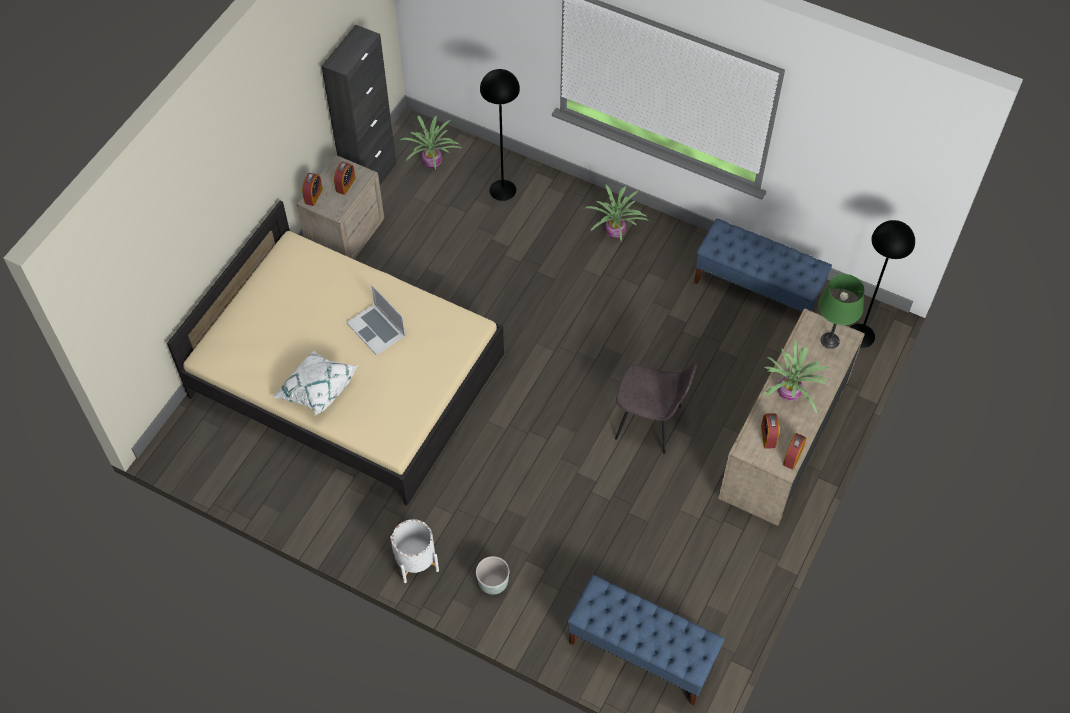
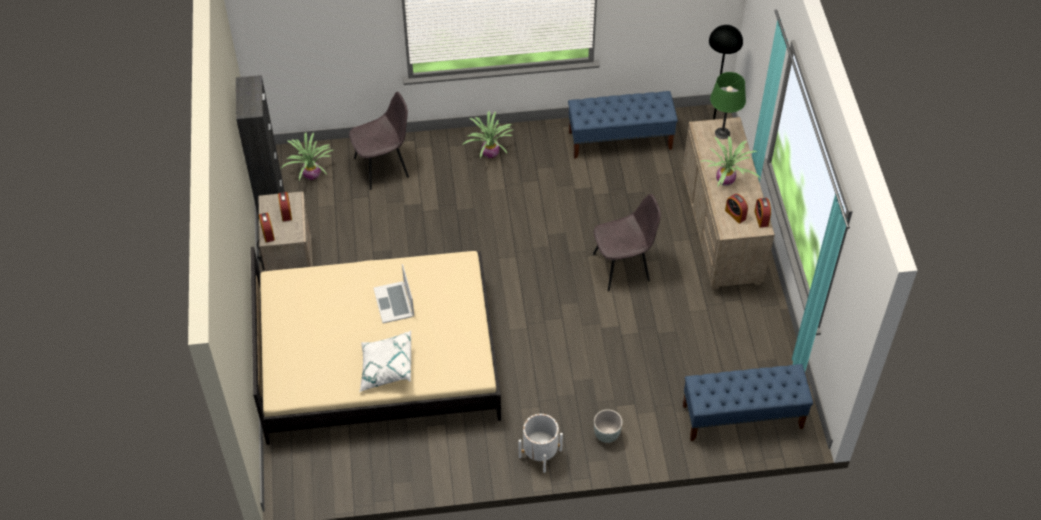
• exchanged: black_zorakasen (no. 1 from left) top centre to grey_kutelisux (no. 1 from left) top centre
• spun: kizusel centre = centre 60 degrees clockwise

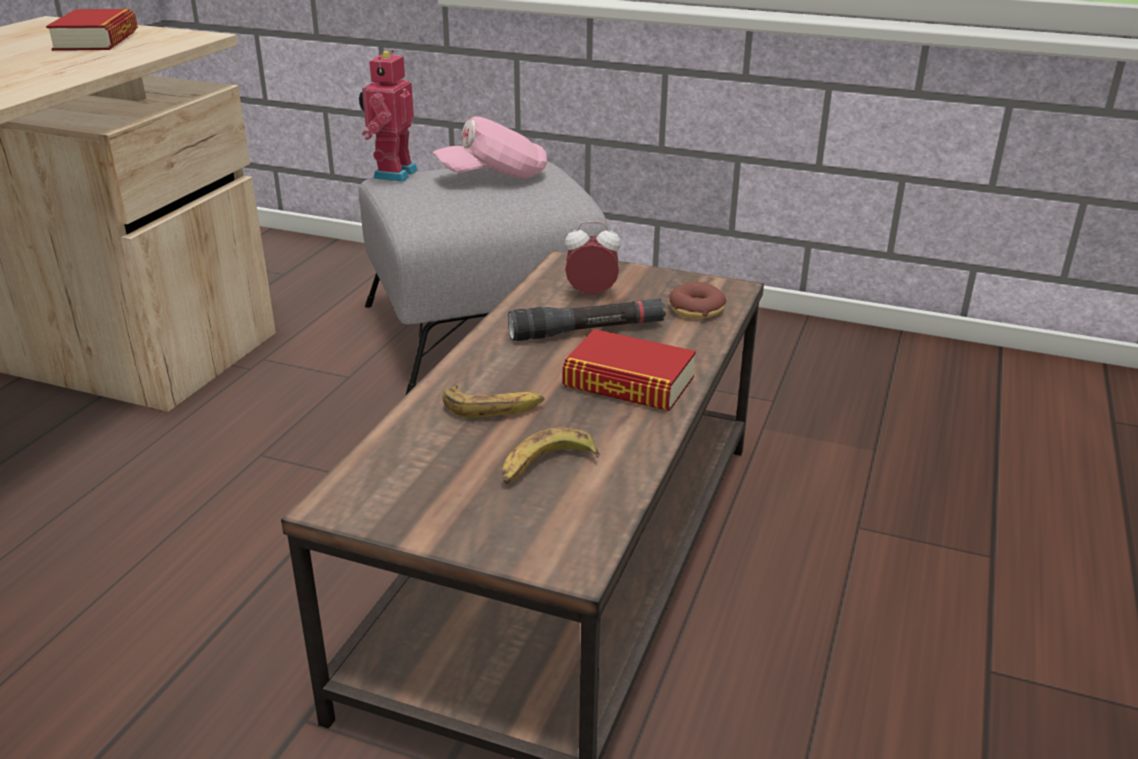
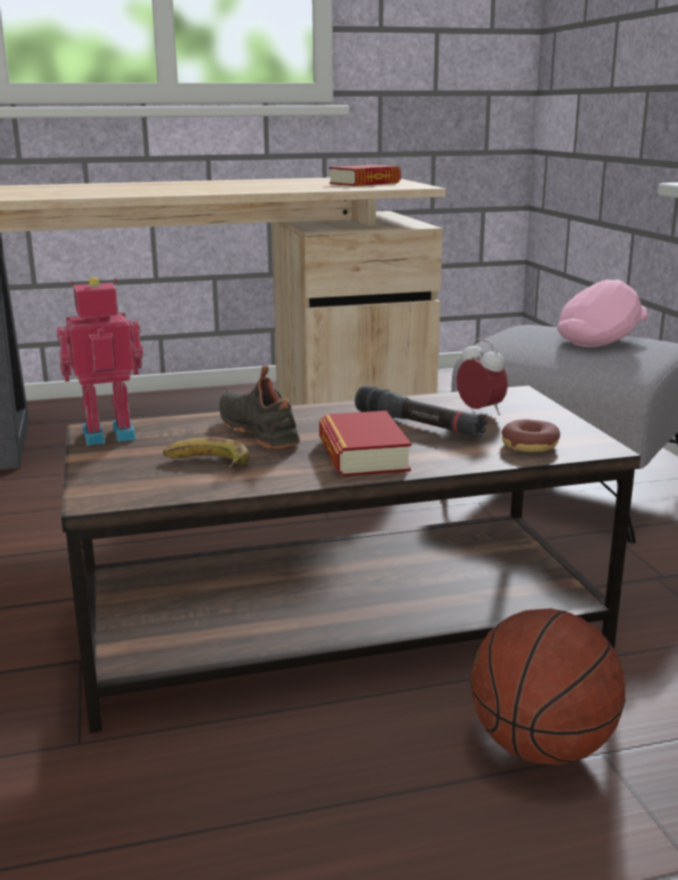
• relocated: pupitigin top centre to middle left
• exchanged: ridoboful (no. 1 from left) centre to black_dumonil centre
• appeared: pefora bottom right
• spun: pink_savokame top centre = middle right 105 degrees clockwise

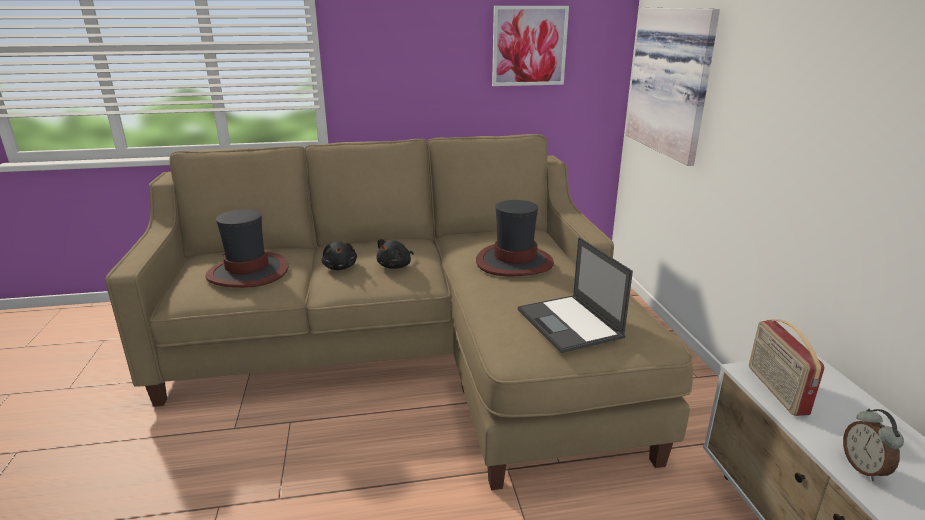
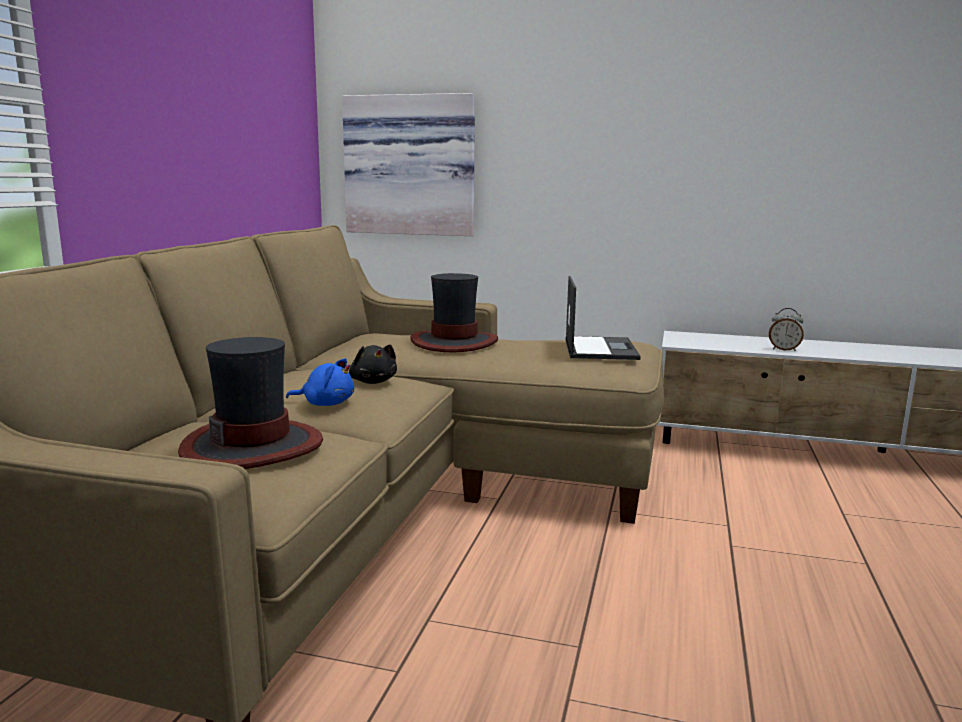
• colour: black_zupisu (no. 1 from left) centre to blue_zupisu middle left
• spun: kizusel centre = centre 90 degrees counterclockwise
• missing: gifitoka (no. 1 from left) top centre
• missing: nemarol bottom right

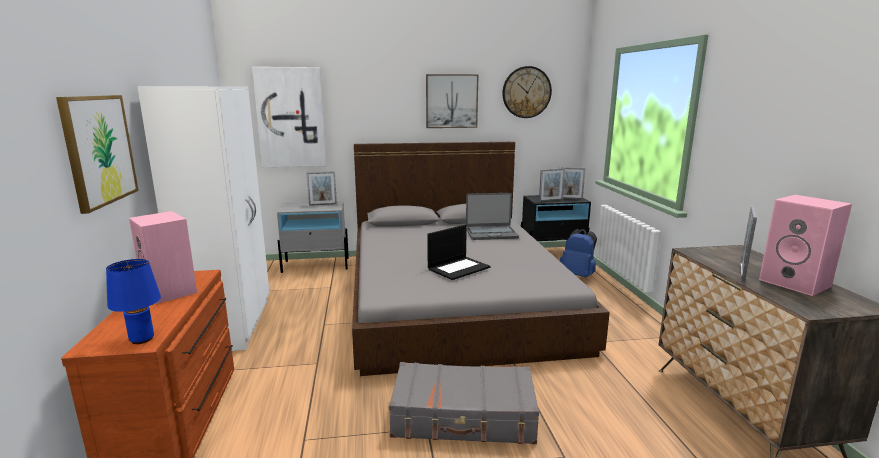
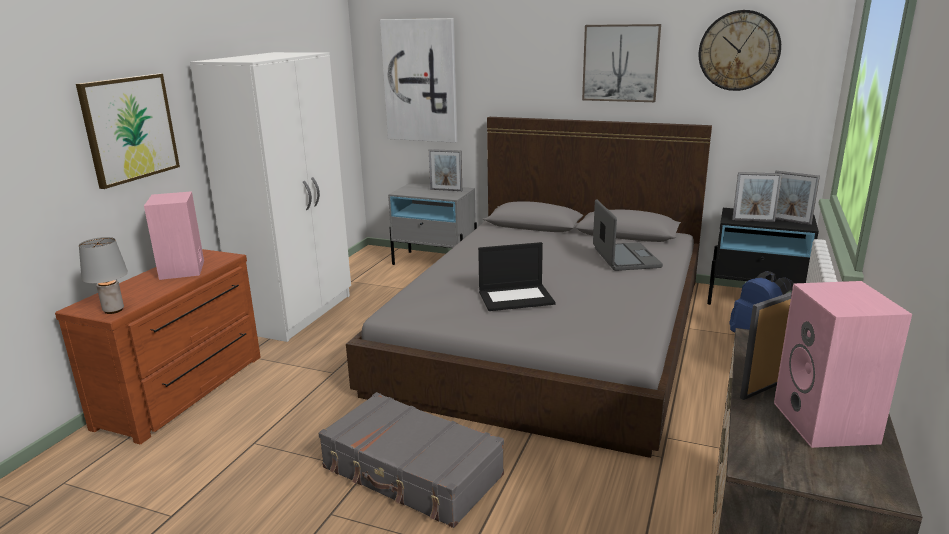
• colour: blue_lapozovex middle left to grey_lapozovex middle left
• spun: kizusel (no. 2 from left) centre = centre 120 degrees counterclockwise

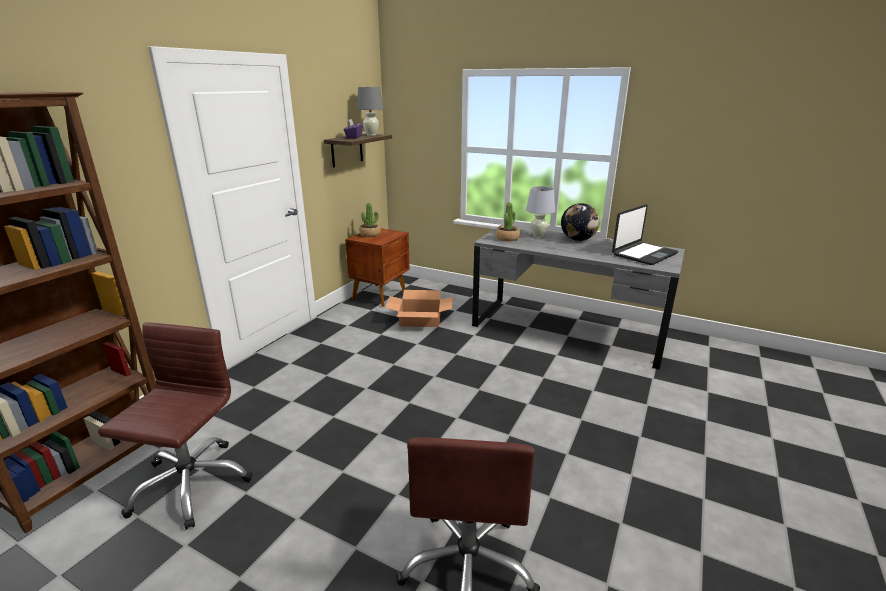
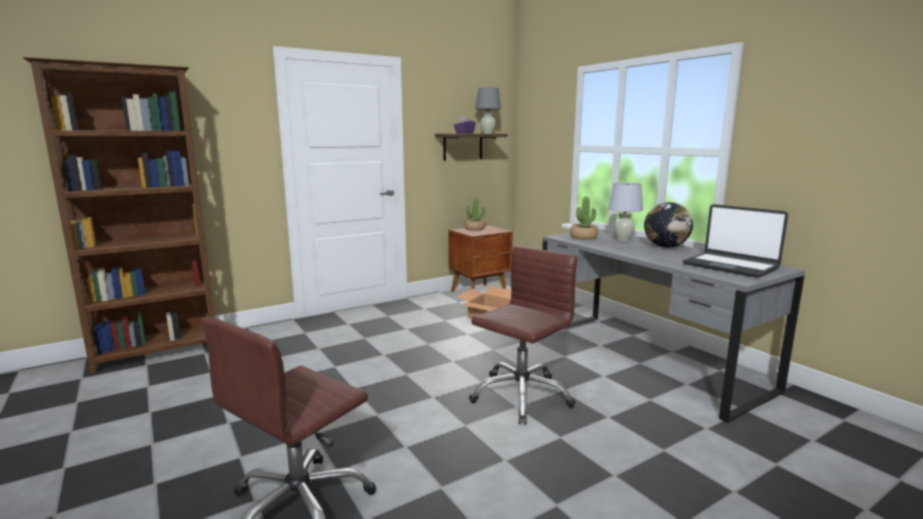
• relocated: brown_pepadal (no. 1 from left in the first image) bottom left to brown_pepadal (no. 2 from left) centre
• spun: kizusel middle right = middle right 60 degrees clockwise

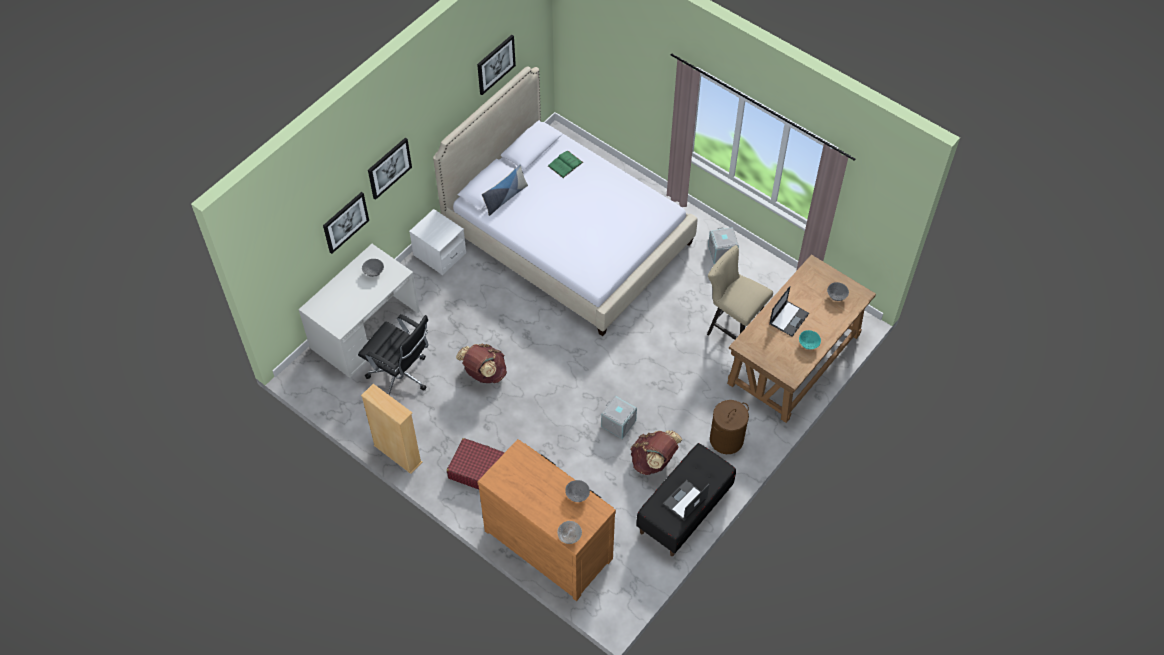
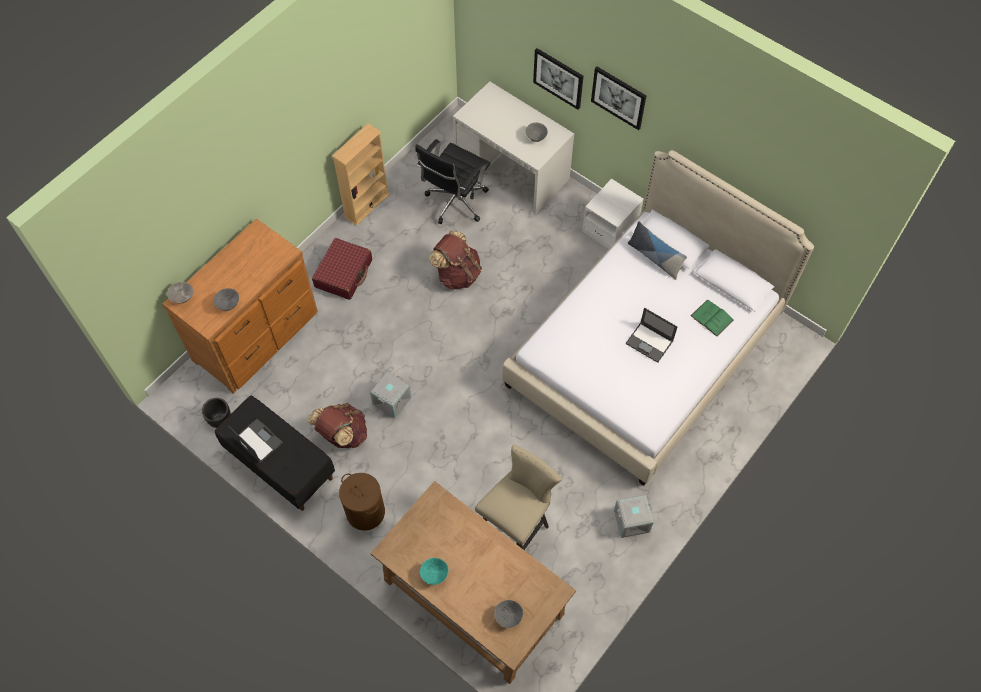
• appeared: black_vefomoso middle left
• relocated: kizusel (no. 2 from left) middle right to centre
• missing: gifitoka (no. 3 from left) top centre

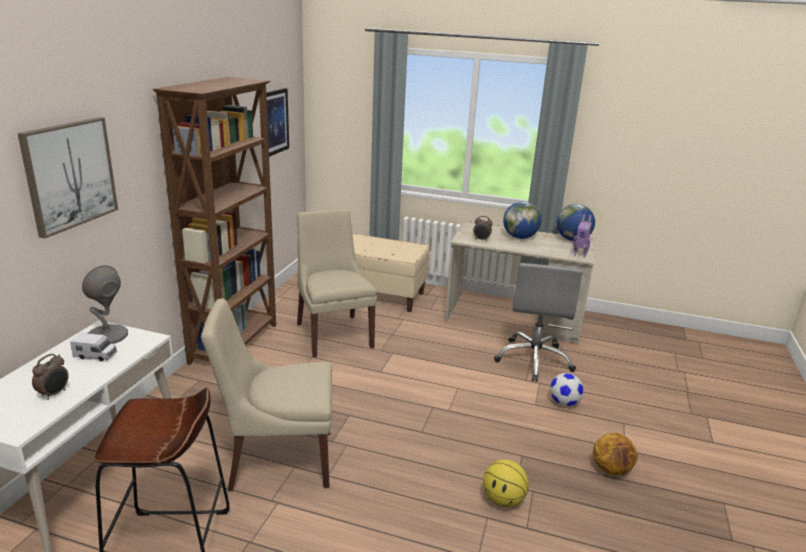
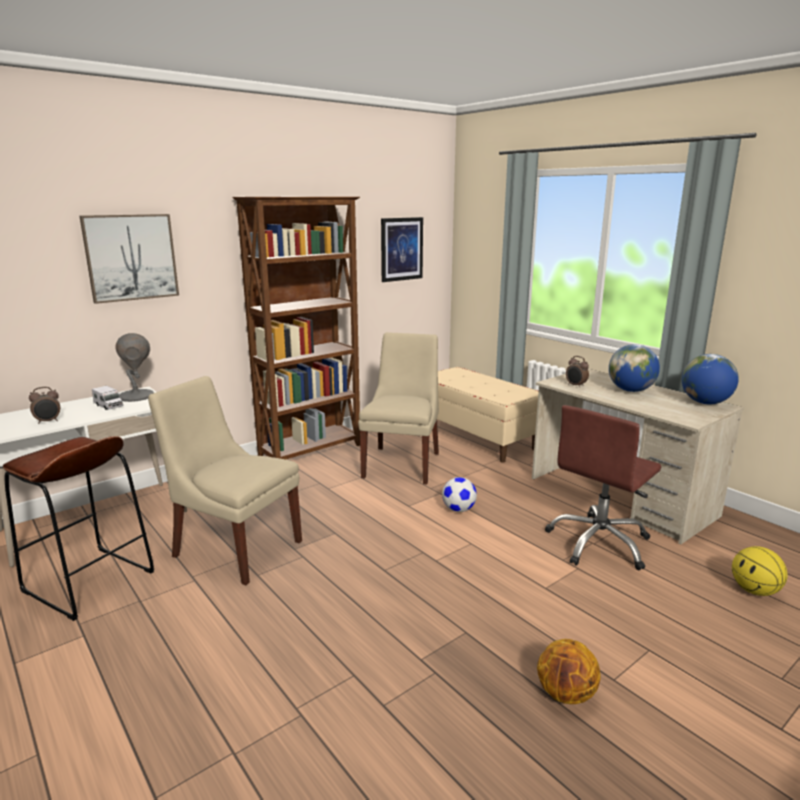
• relocated: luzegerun bottom right to centre
• colour: grey_pepadal middle right to brown_pepadal middle right
• relocated: pefora (no. 1 from left in the first image) bottom centre to pefora (no. 2 from left) bottom right
• missing: pupitigin middle right

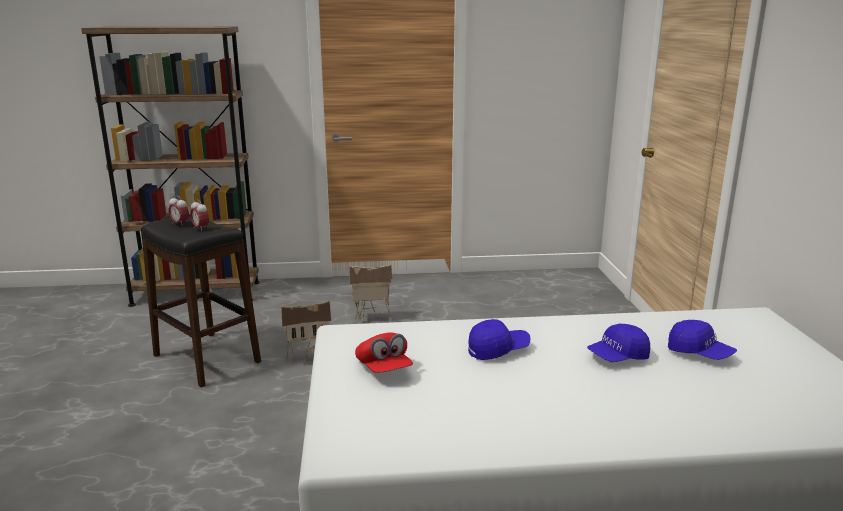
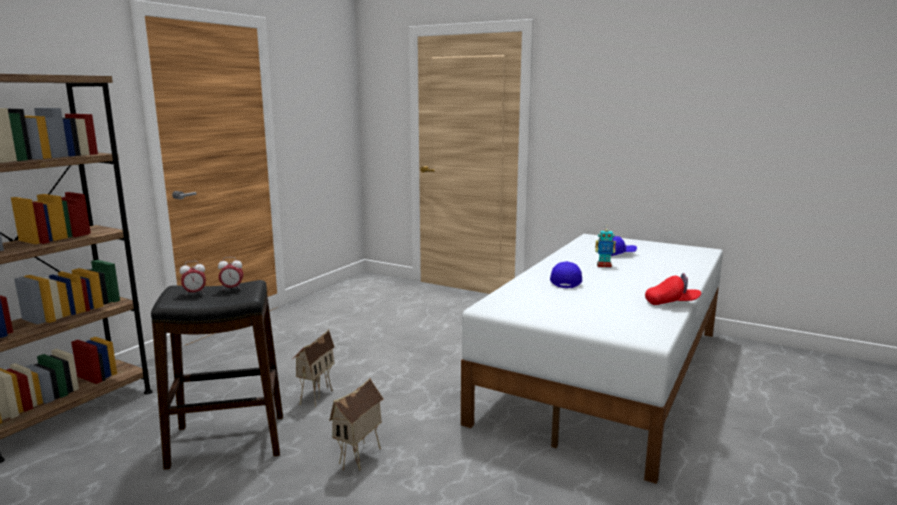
• relocated: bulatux (no. 2 from left) centre to bottom centre
• exchanged: blue_savokame (no. 2 from left) bottom right to pupitigin middle right
• relocated: red_savokame bottom centre to middle right

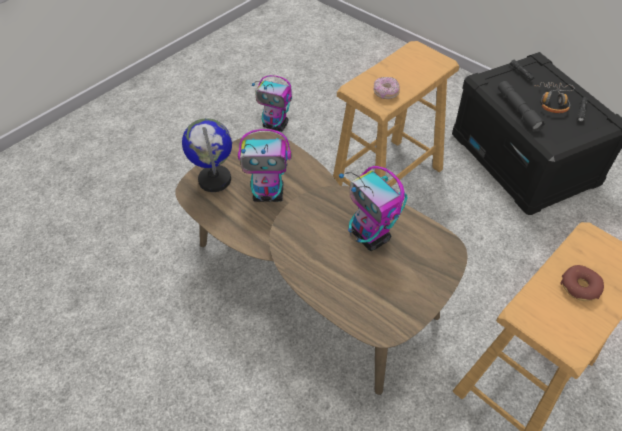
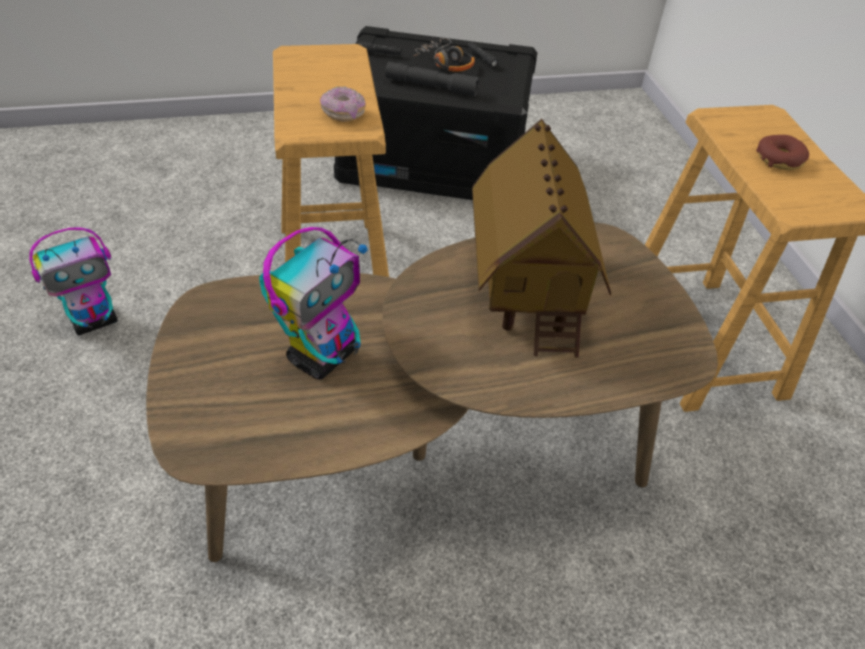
• exchanged: pupitigin (no. 3 from left) centre to bulatux centre
• missing: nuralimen middle left

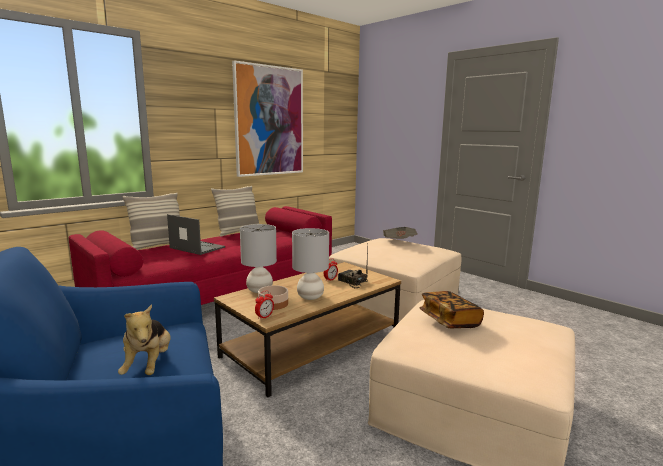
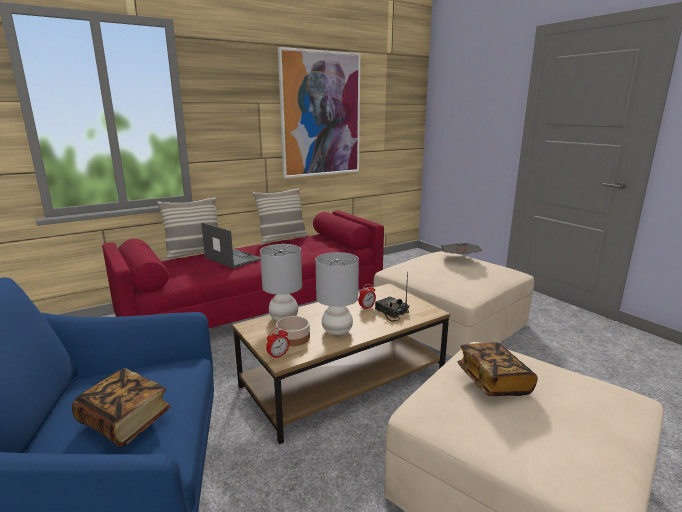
• exchanged: zupisu bottom left to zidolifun (no. 1 from left) bottom left

